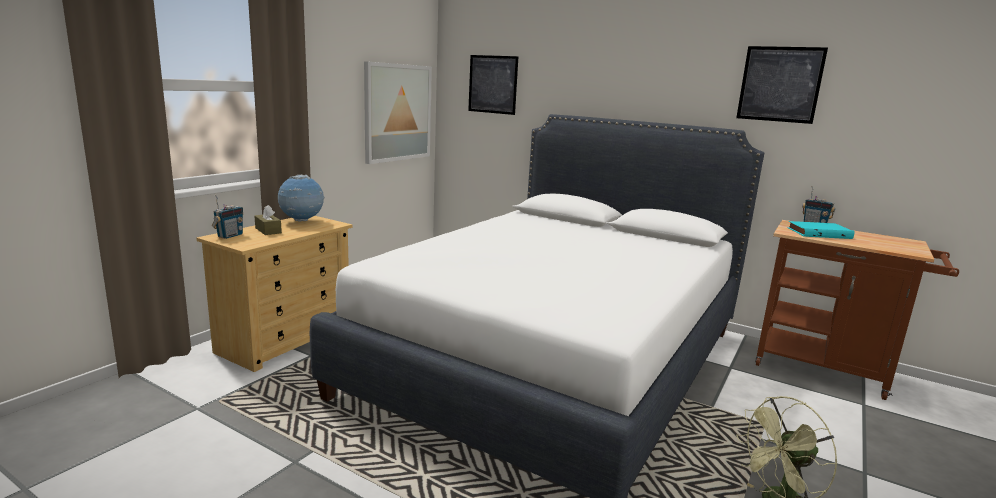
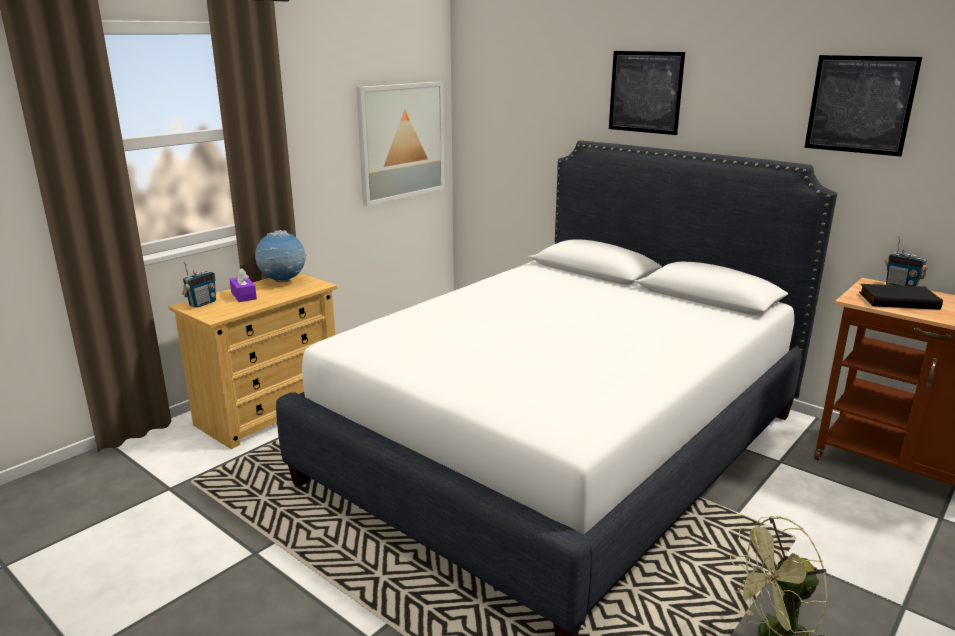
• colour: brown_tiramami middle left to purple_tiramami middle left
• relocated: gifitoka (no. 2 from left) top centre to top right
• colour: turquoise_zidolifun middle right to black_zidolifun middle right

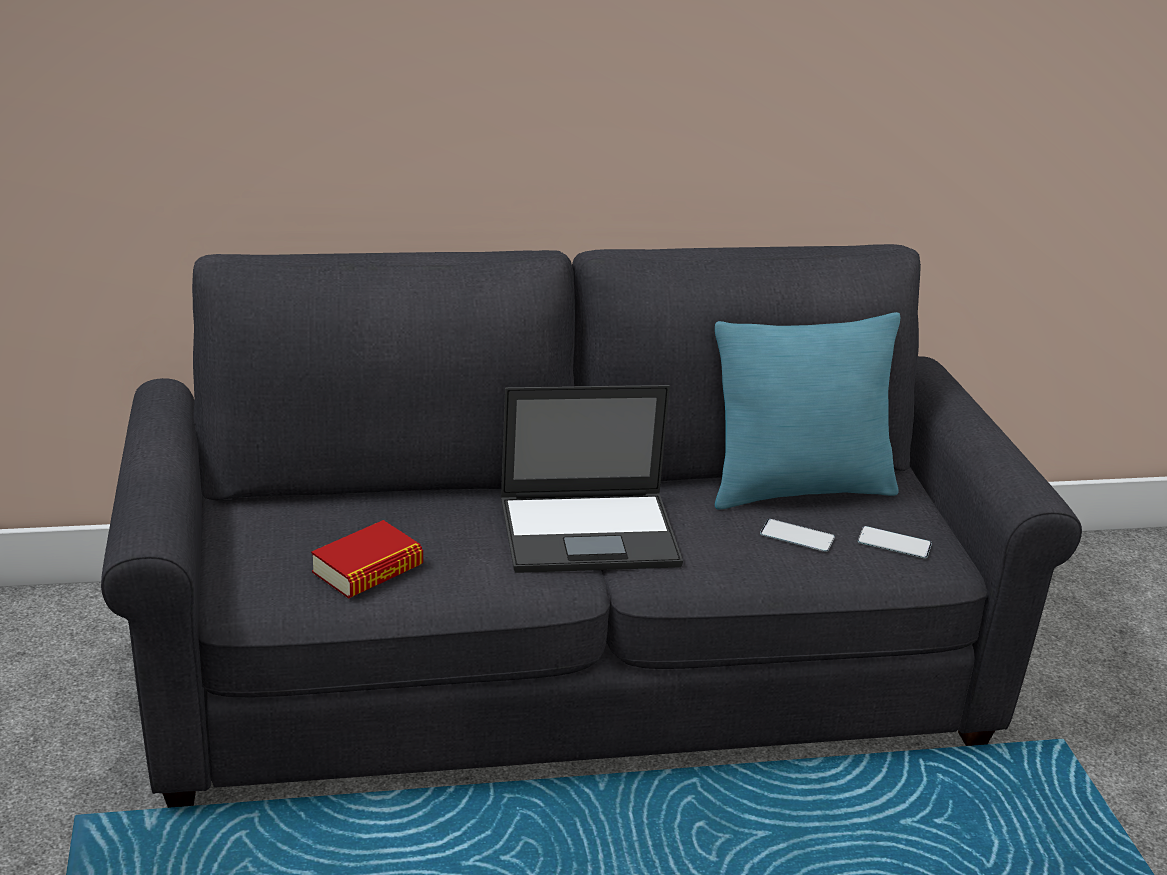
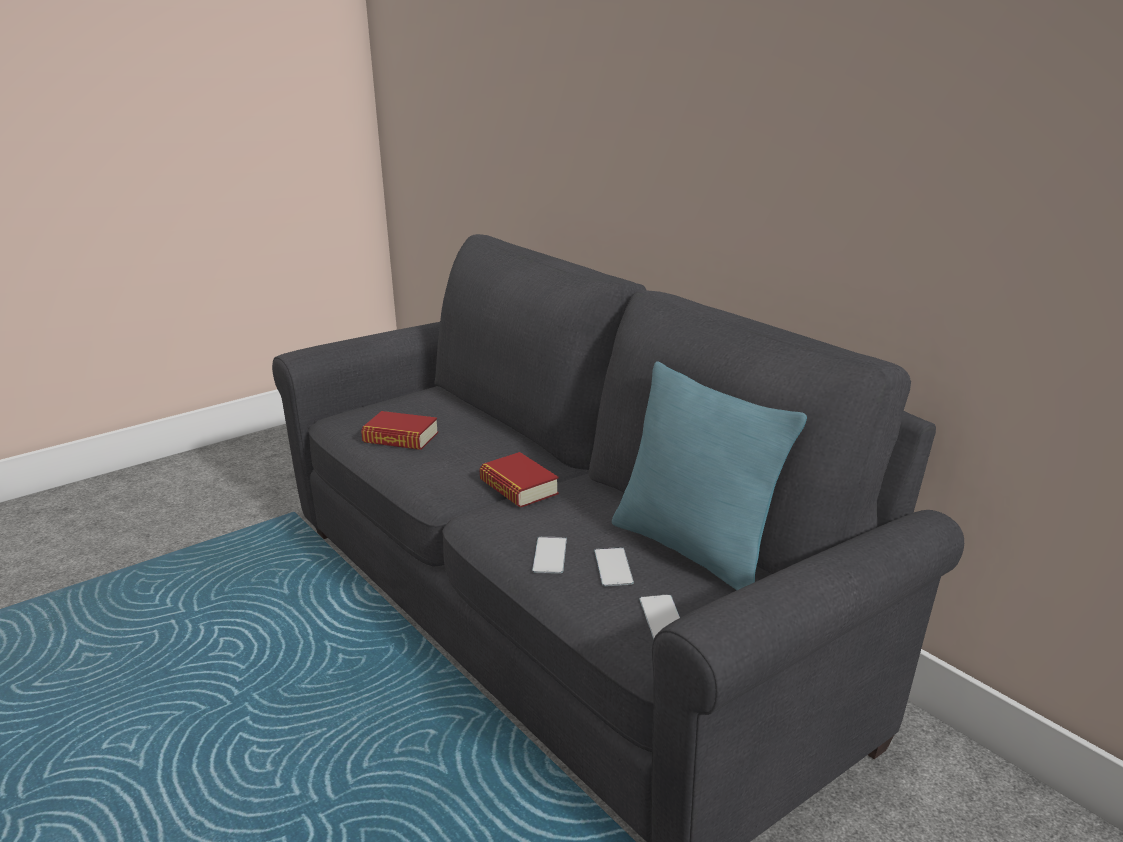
• exchanged: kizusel centre to zidolifun (no. 2 from left) centre
• appeared: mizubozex (no. 1 from left) centre

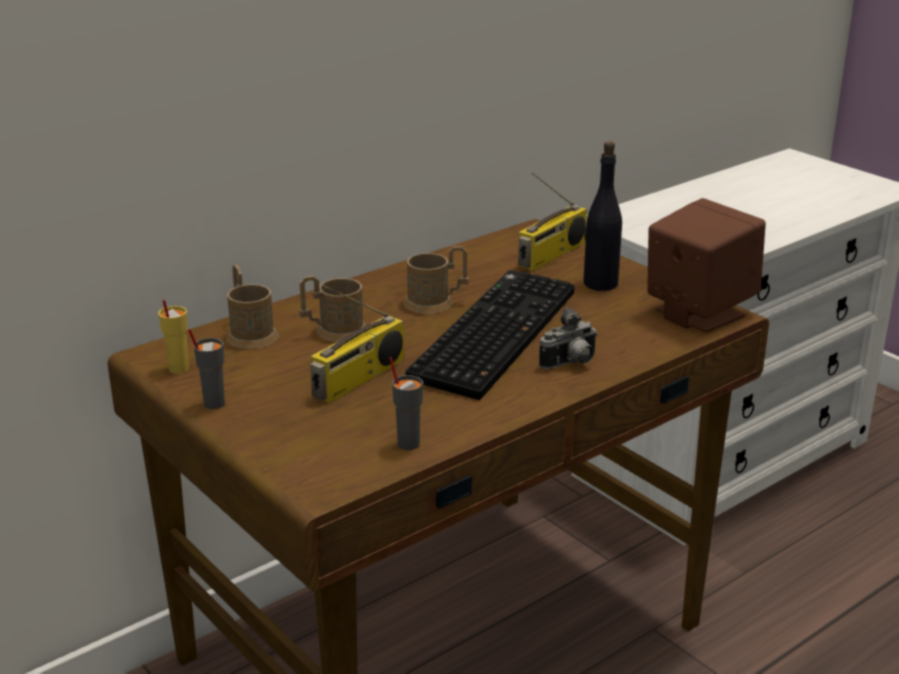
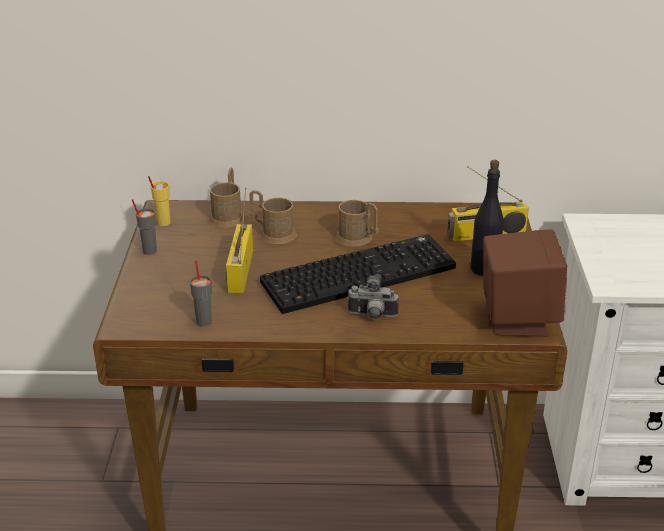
• spun: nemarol (no. 1 from left) centre = centre 105 degrees clockwise

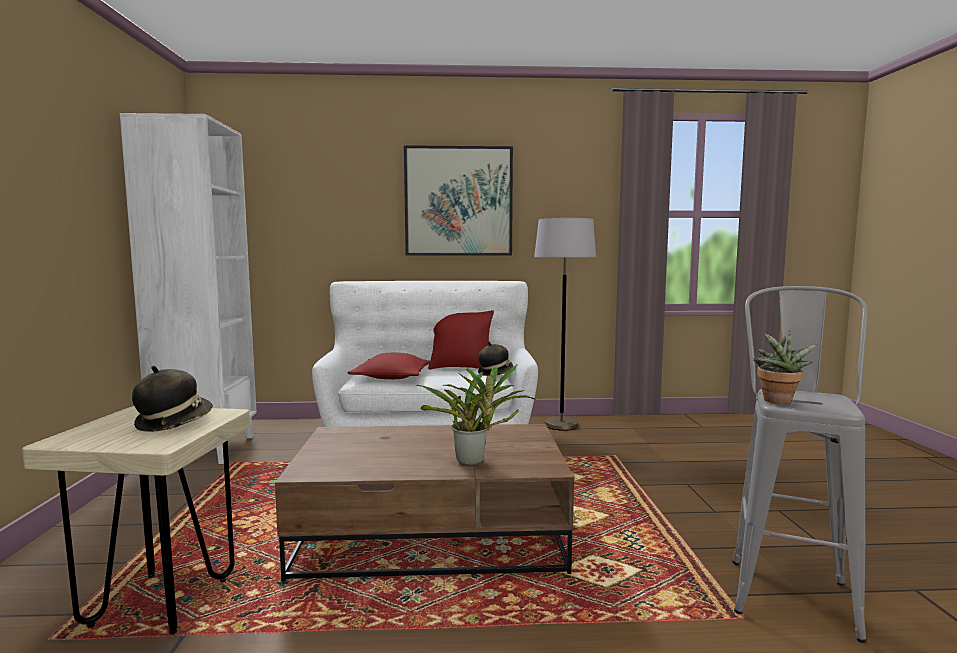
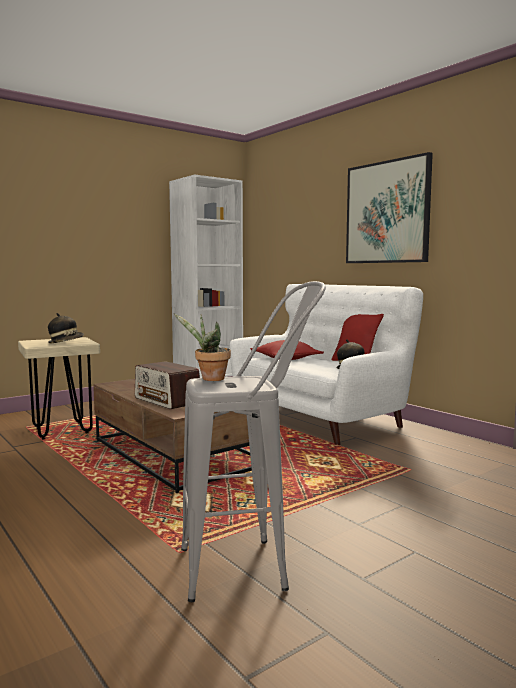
• exchanged: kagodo (no. 1 from left) centre to nemarol middle left
• missing: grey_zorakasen centre

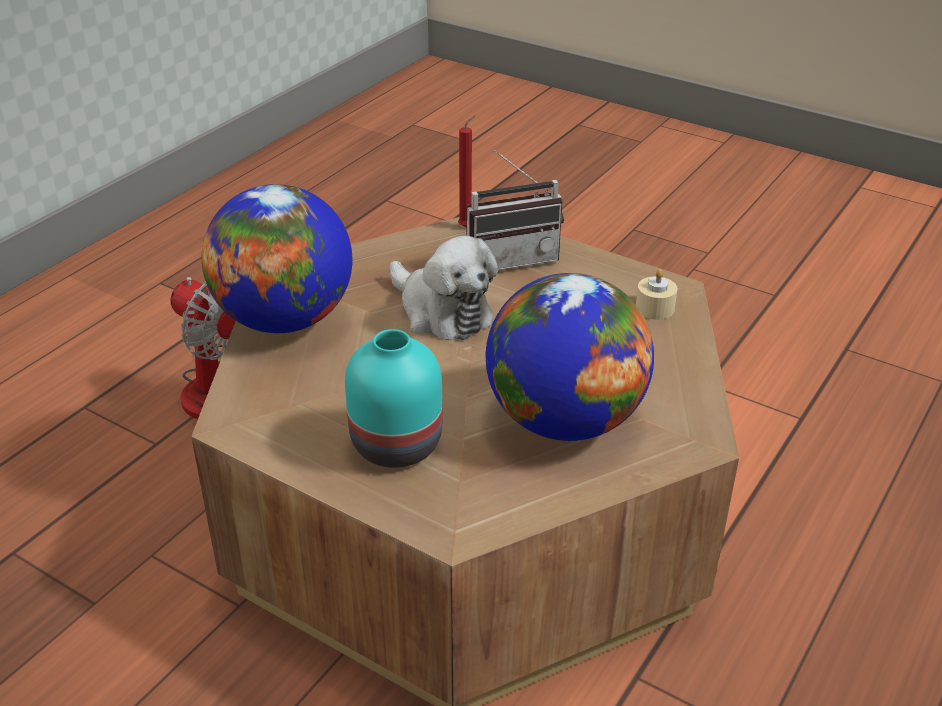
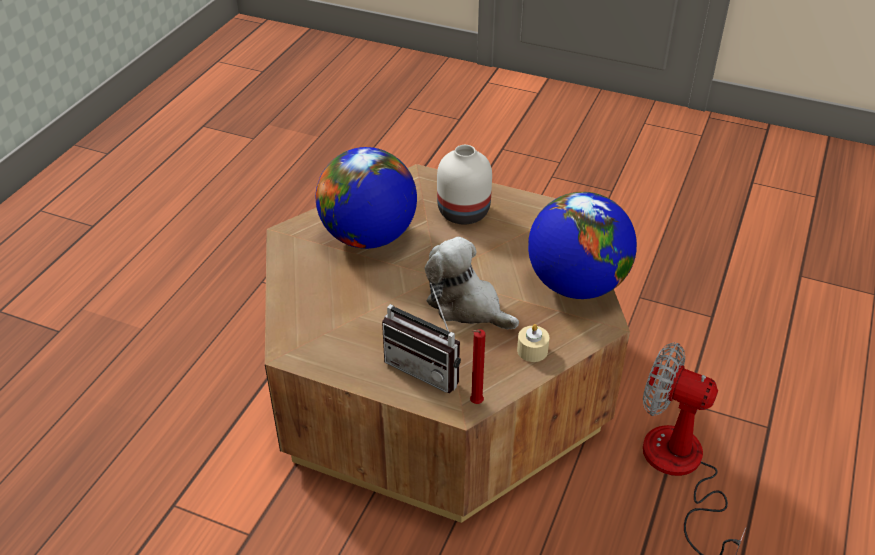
• spun: nemarol top centre = centre 120 degrees counterclockwise
• colour: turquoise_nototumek centre to white_nototumek top centre
• relocated: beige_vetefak middle right to centre

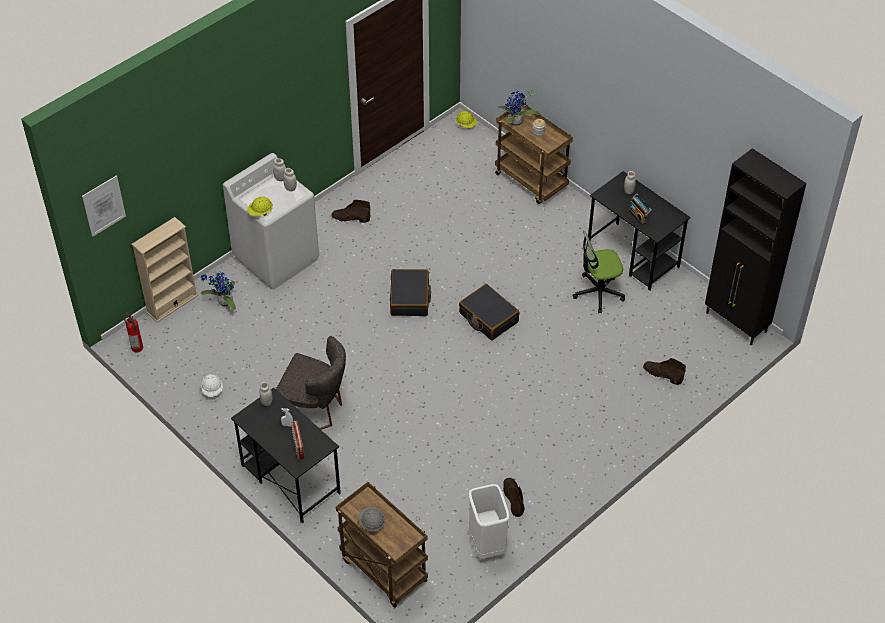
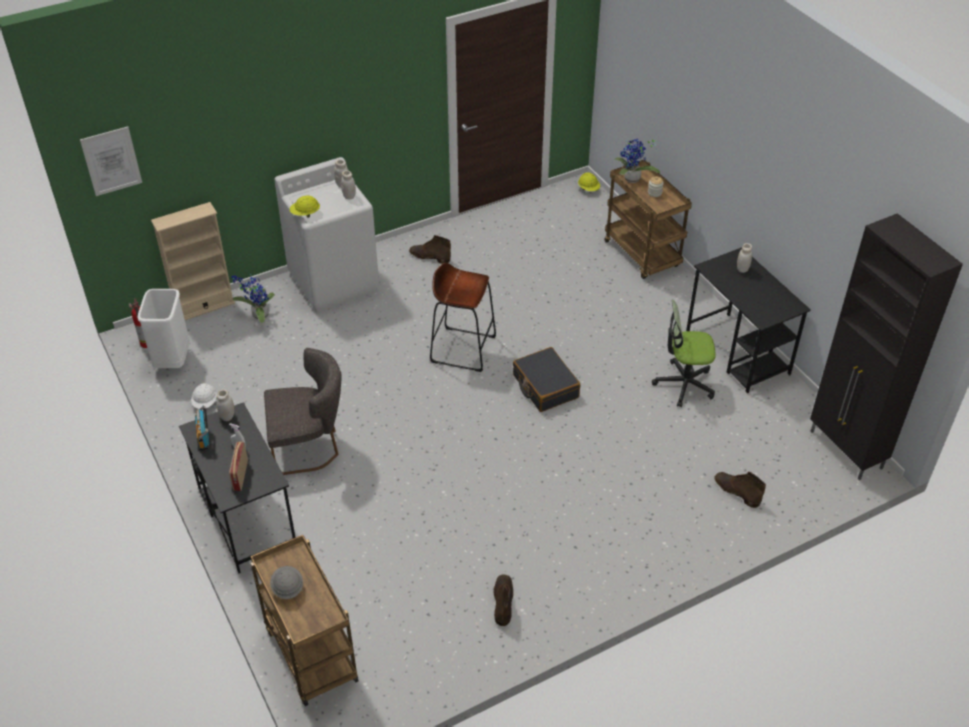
• relocated: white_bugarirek bottom centre to middle left
• relocated: nemarol (no. 2 from left in the first image) middle right to nemarol (no. 1 from left) middle left
• spun: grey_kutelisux centre = middle left 45 degrees counterclockwise
• exchanged: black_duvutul (no. 1 from left) centre to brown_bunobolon centre

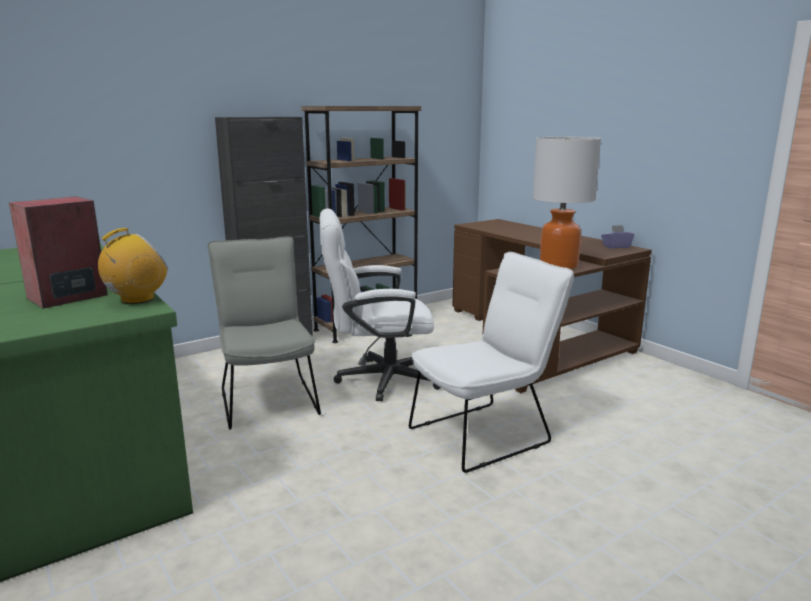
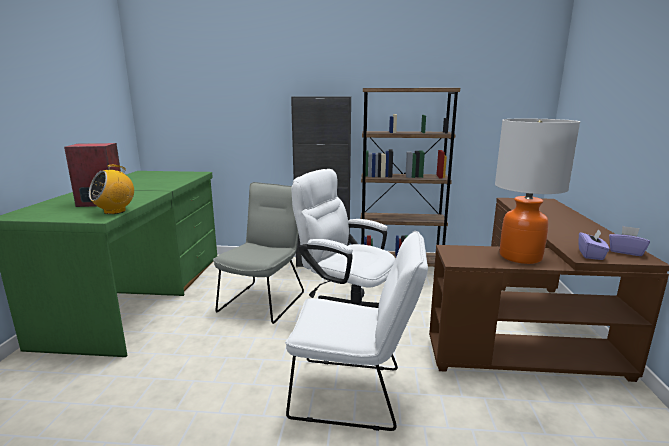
• spun: nemarol middle left = middle left 135 degrees clockwise
• appeared: purple_tiramami (no. 1 from left) middle right

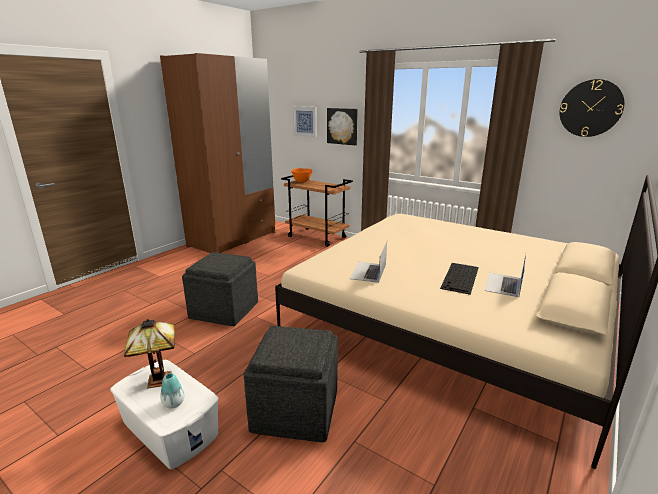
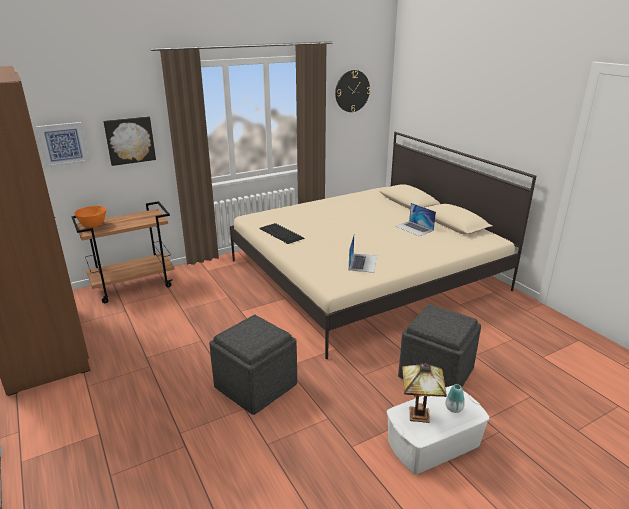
• relocated: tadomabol middle right to centre
• spun: kizusel (no. 1 from left) centre = centre 120 degrees counterclockwise

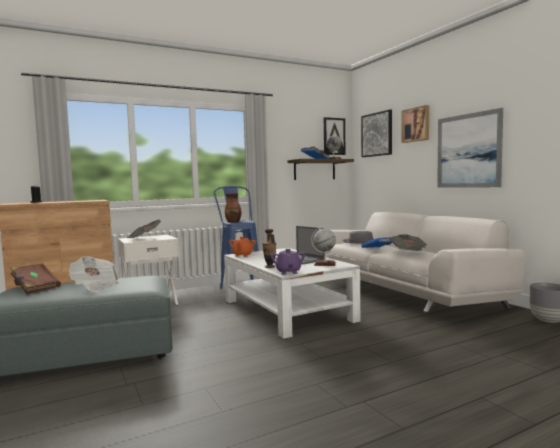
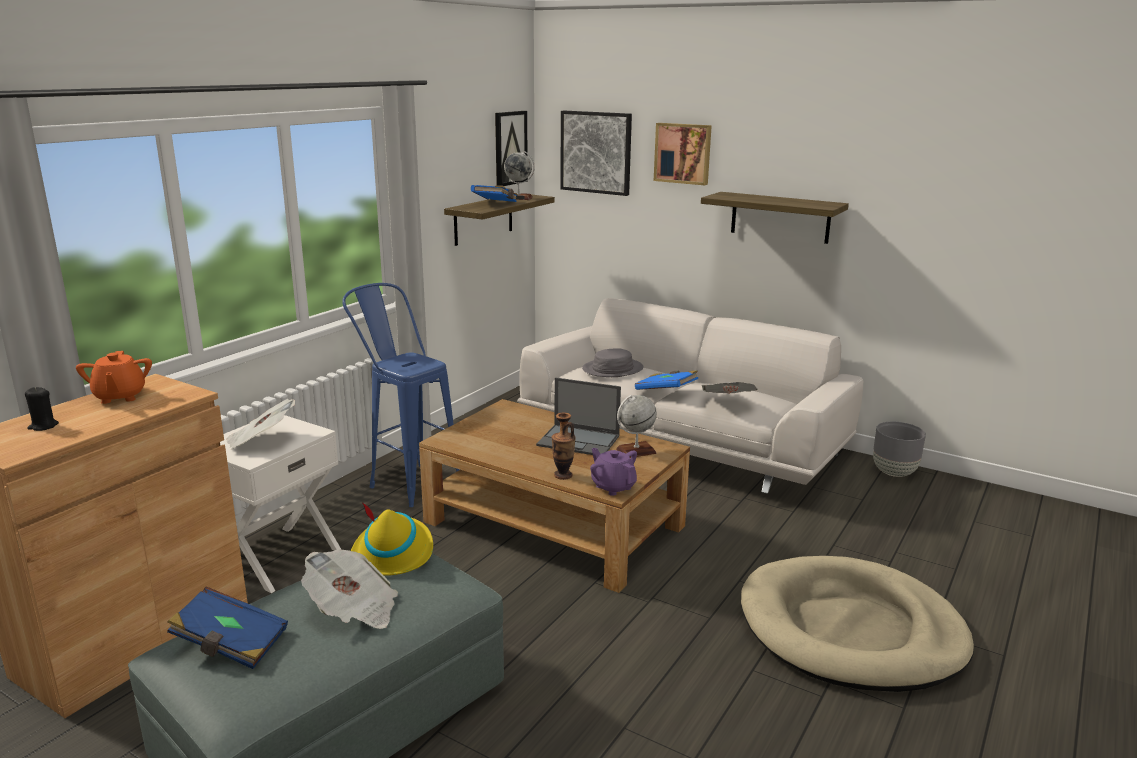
• relocated: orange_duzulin centre to middle left
• colour: brown_zidolifun middle left to blue_zidolifun (no. 1 from left) bottom left
• appeared: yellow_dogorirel bottom centre
• colour: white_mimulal centre to brown_mimulal centre
• exchanged: gifitoka (no. 4 from left) top right to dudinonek (no. 2 from left) top right
• appeared: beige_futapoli bottom right
• missing: nototumek (no. 1 from left) centre

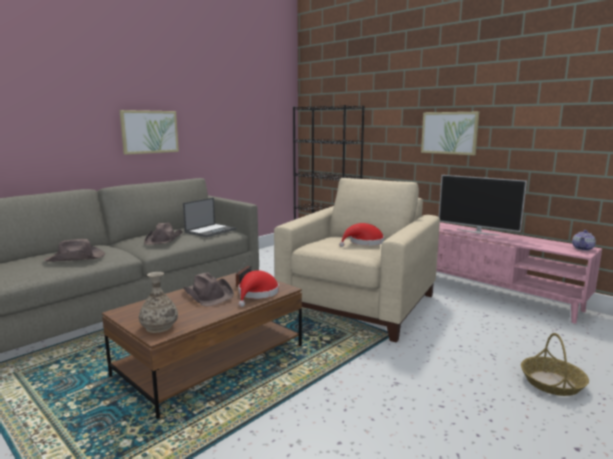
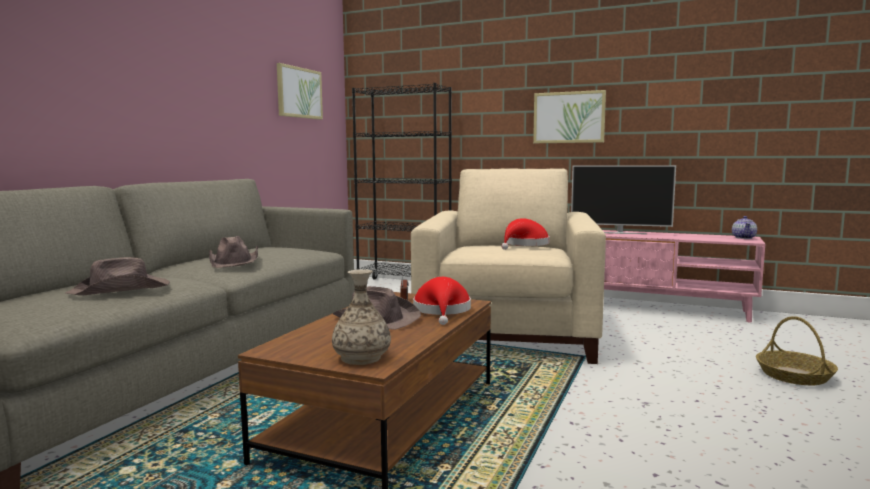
• relocated: gifitoka (no. 1 from left) top left to top centre
• missing: kizusel centre

